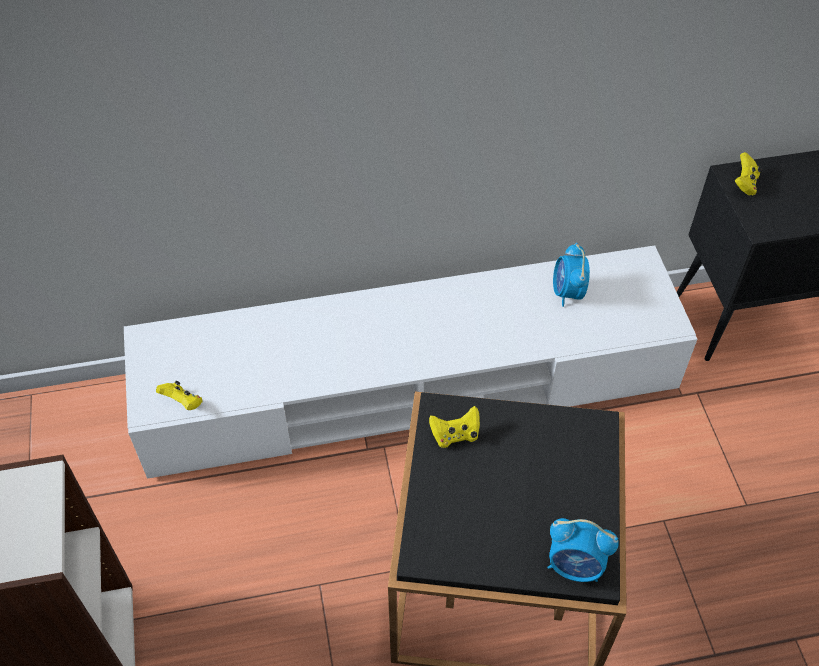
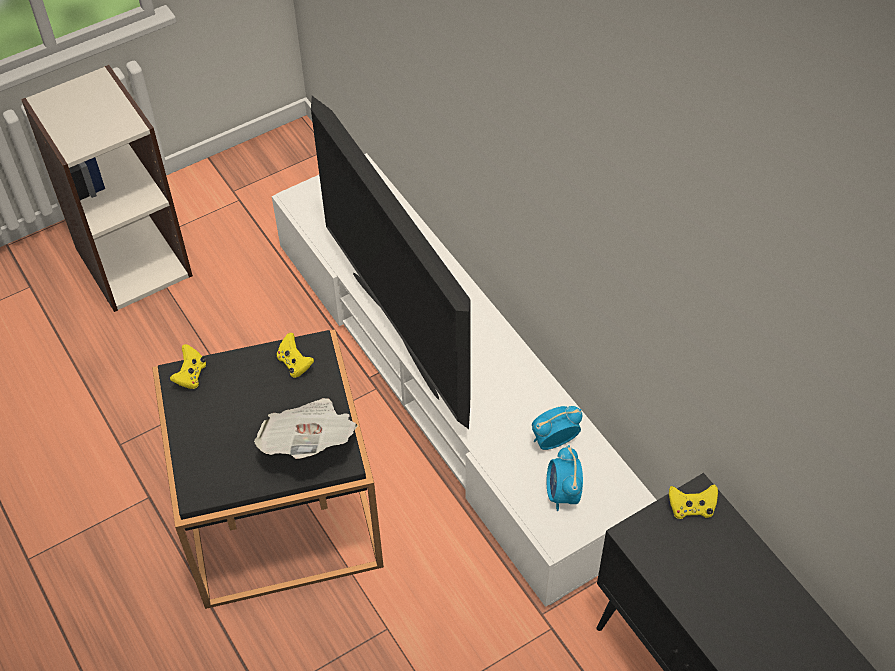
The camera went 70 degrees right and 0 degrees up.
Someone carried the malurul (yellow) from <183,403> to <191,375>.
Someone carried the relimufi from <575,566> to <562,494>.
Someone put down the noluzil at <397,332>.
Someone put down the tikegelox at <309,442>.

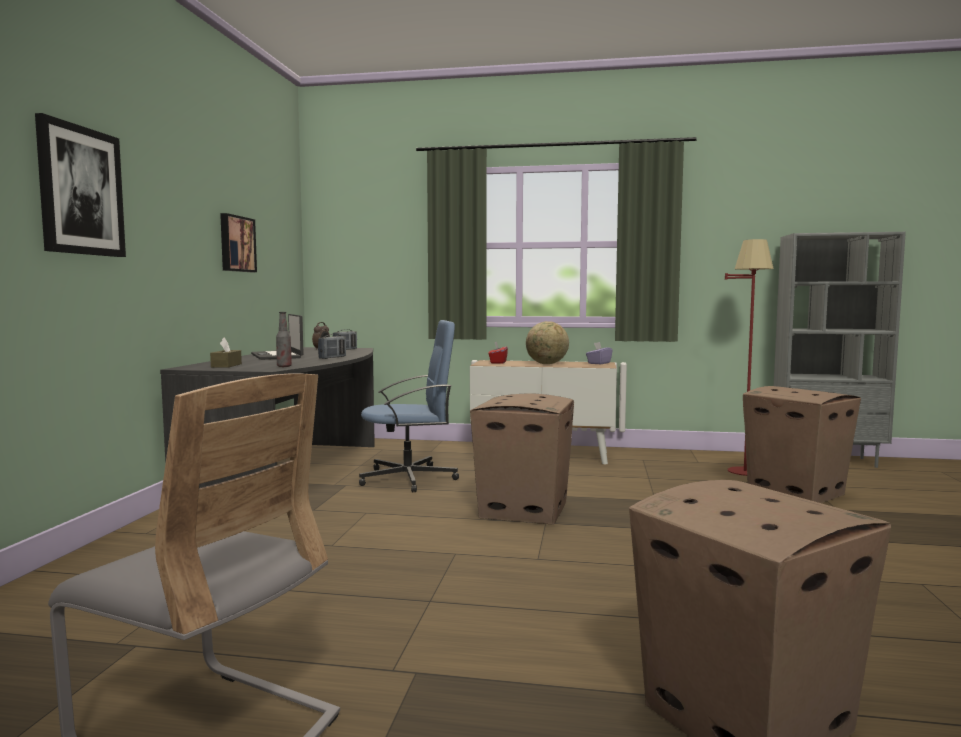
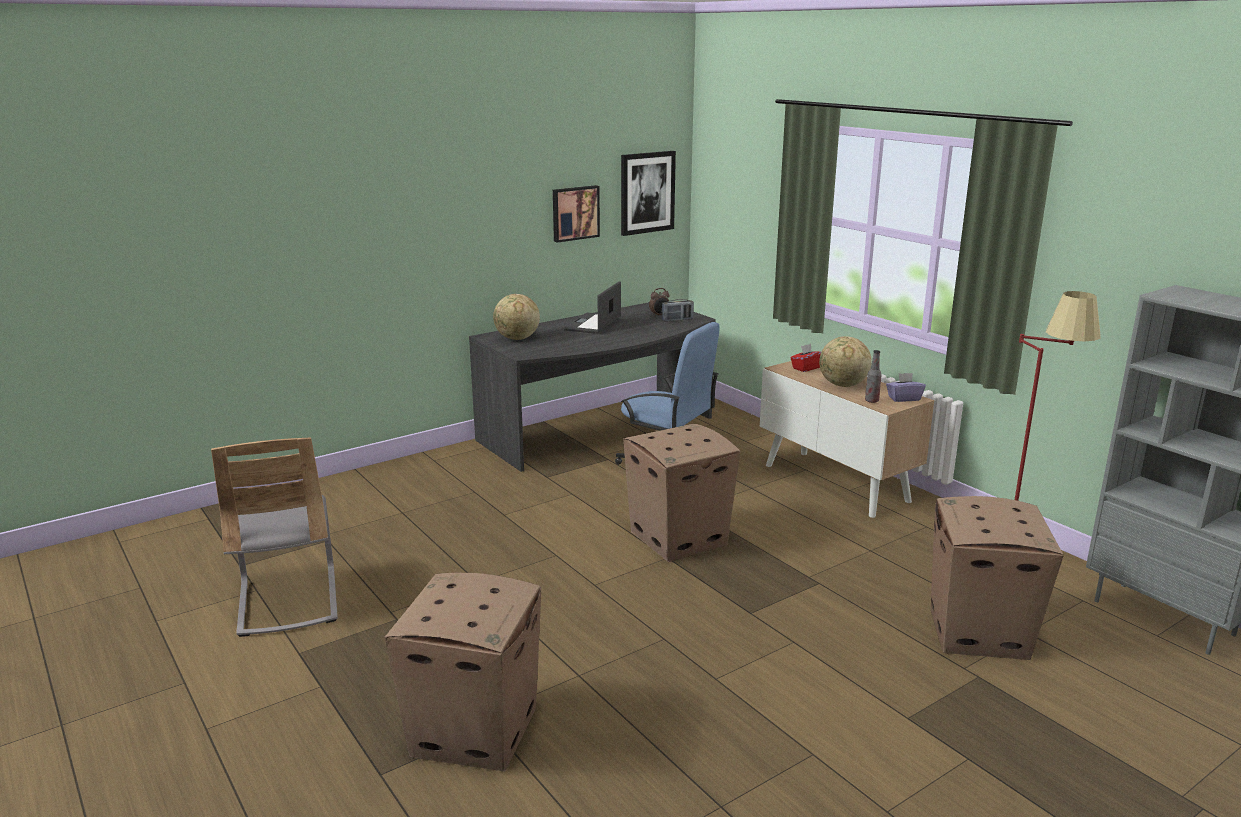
The camera went 45 degrees right and 15 degrees up.
Someone carried the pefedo from <80,191> to <647,192>.
Someone carried the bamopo from <284,366> to <871,401>.
Someone took away the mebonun at <332,357>.
Someone swapped the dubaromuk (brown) at <226,365> for the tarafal at <517,339>.

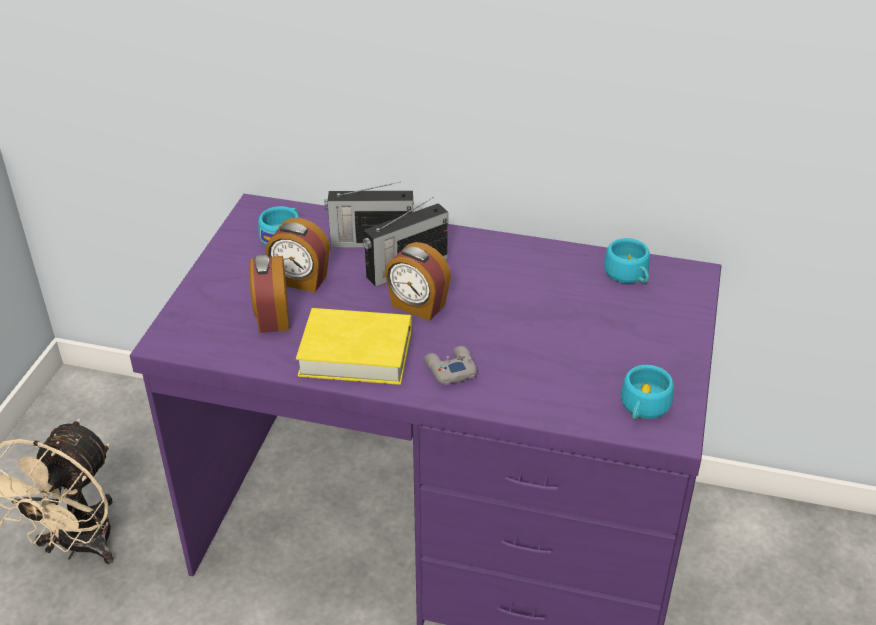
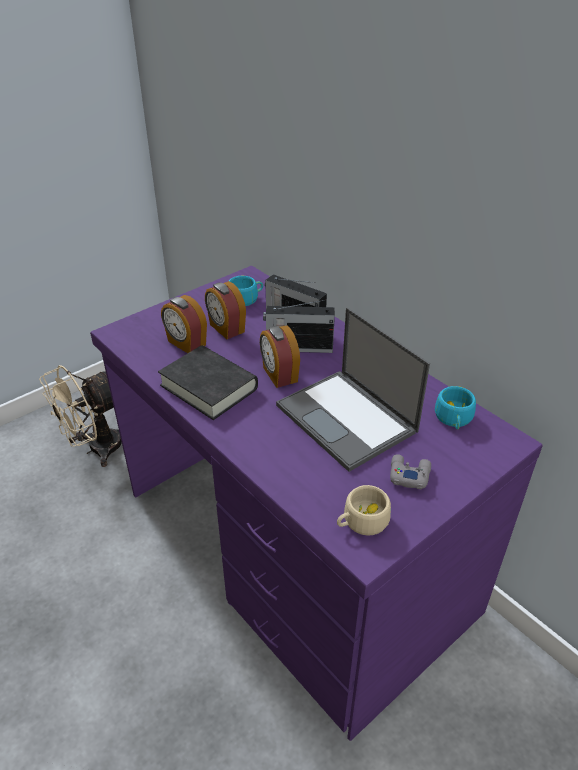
The camera went 35 degrees right and 0 degrees up.
Someone rotated the relimufi at <272,317> by 75 degrees counterclockwise.
Someone repainted the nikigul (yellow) at <356,353>, which became the nikigul (black) at <209,387>.
Someone carried the malurul (grey) from <450,370> to <409,474>.
Someone repainted the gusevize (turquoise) at <643,408>, which became the gusevize (beige) at <361,522>.
Someone put down the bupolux at <347,419>.

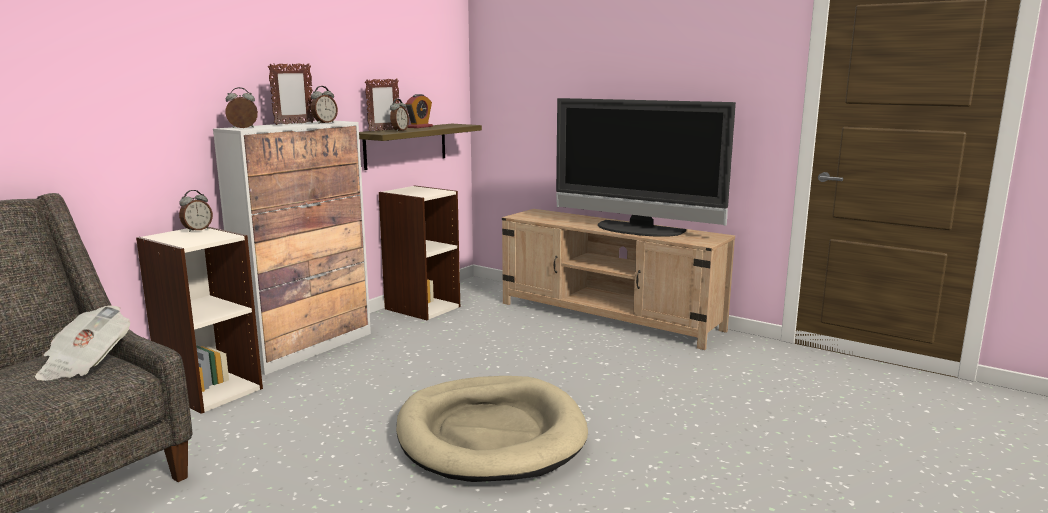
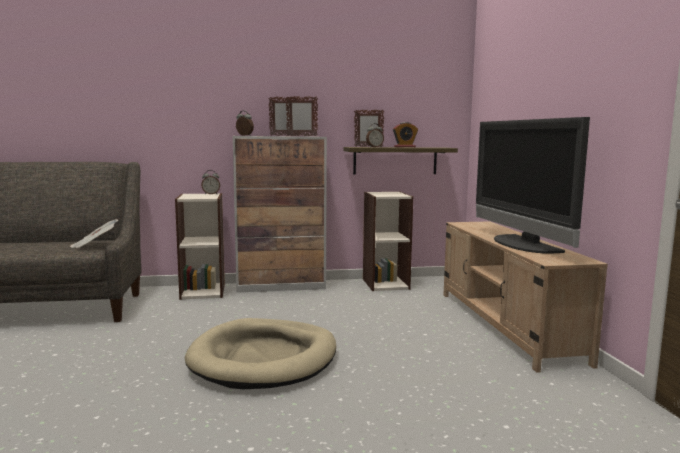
The camera went 45 degrees right and 5 degrees down.
Someone swapped the relimufi at <324,123> for the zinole at <301,136>.

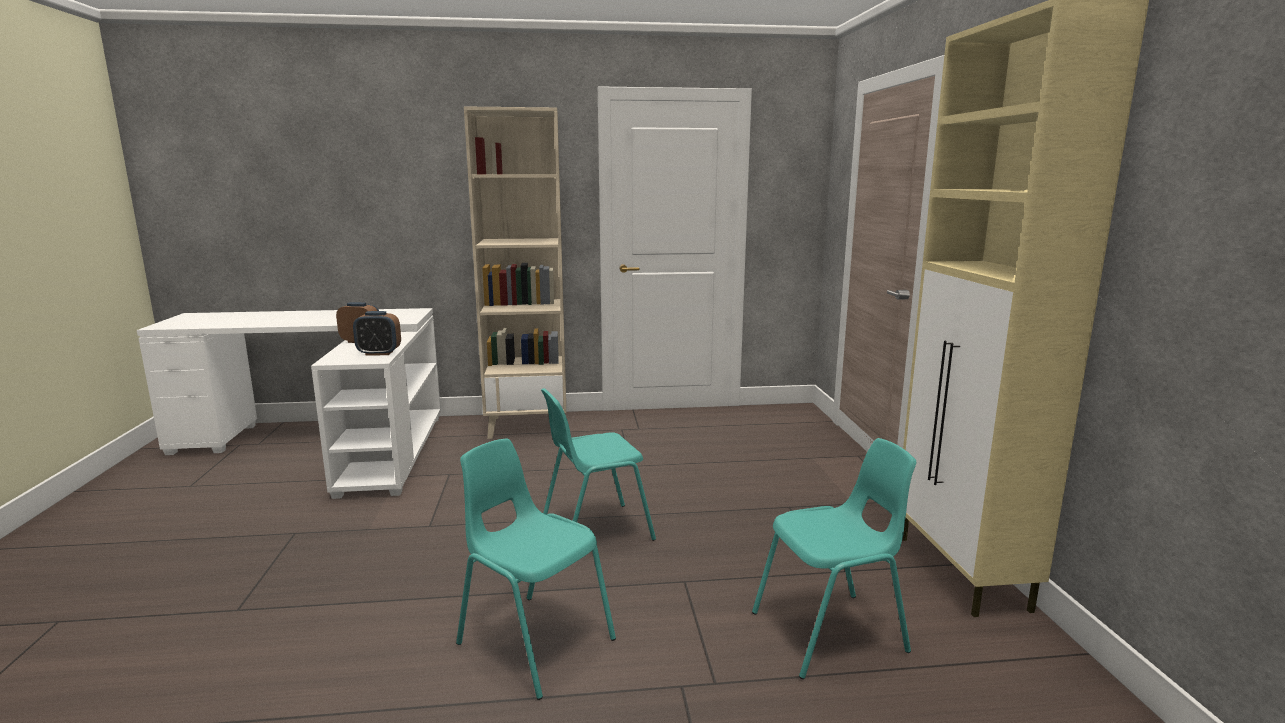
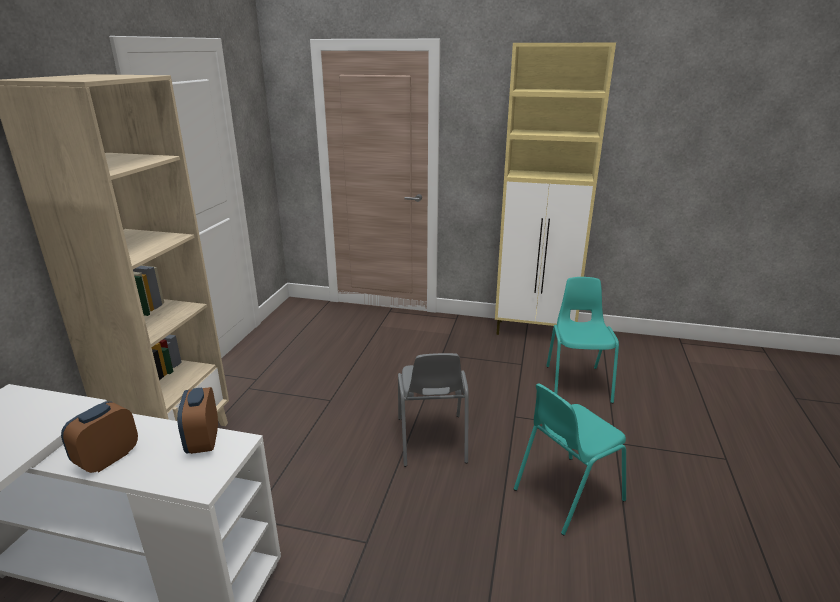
The camera went 70 degrees left and 10 degrees up.
Someone rotated the relimufi at <379,353> by 150 degrees clockwise.
Someone repainted the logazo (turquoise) at <595,531>, which became the logazo (grey) at <431,440>.

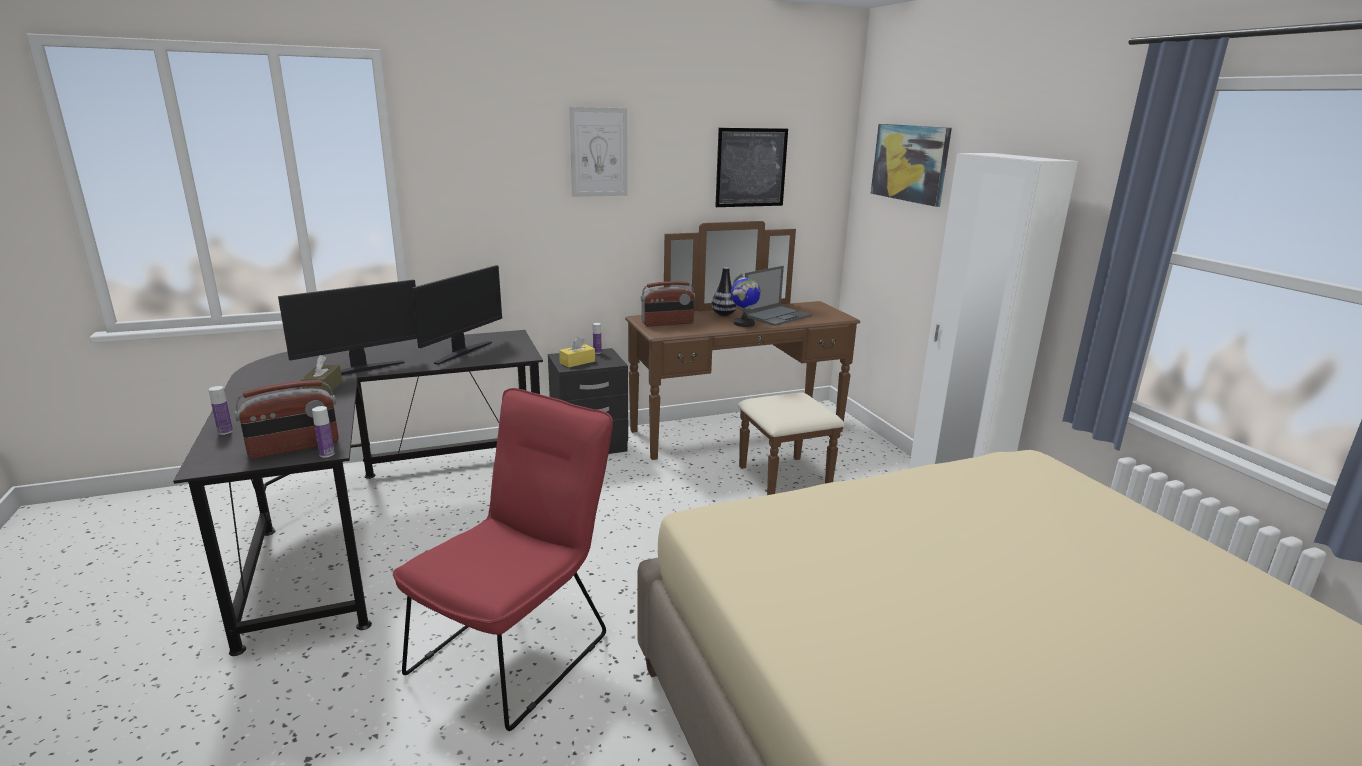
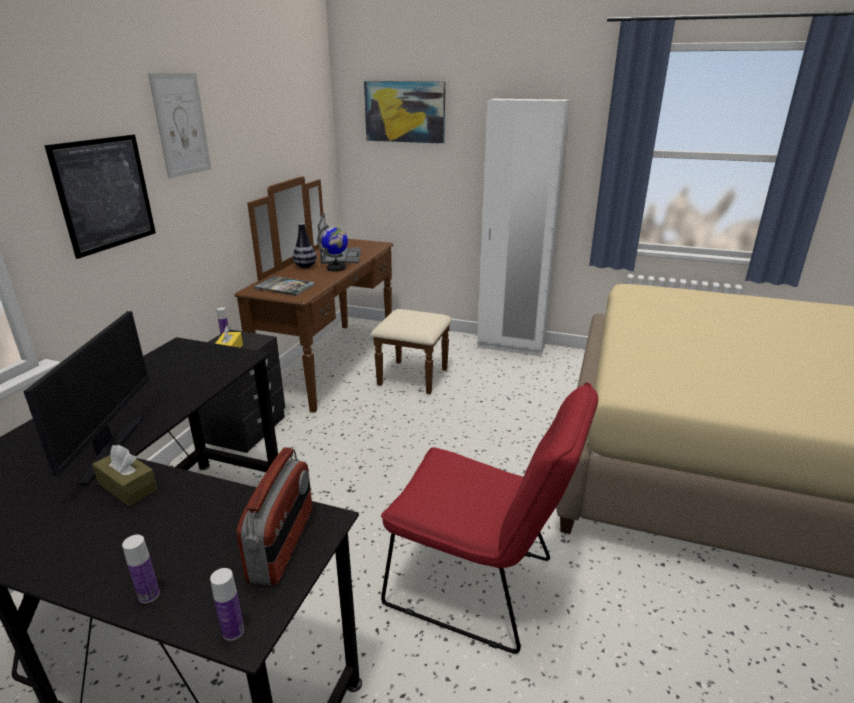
The camera went 50 degrees left and 5 degrees up.
Someone carried the pefedo from <751,167> to <105,194>.
Someone took away the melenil at <462,352>.
Someone swapped the mebonun at <667,323> for the nikigul at <284,287>.
Someone rotated the logazo (red) at <519,646> by 135 degrees clockwise.
Someone carried the bamopo from <327,454> to <233,631>.

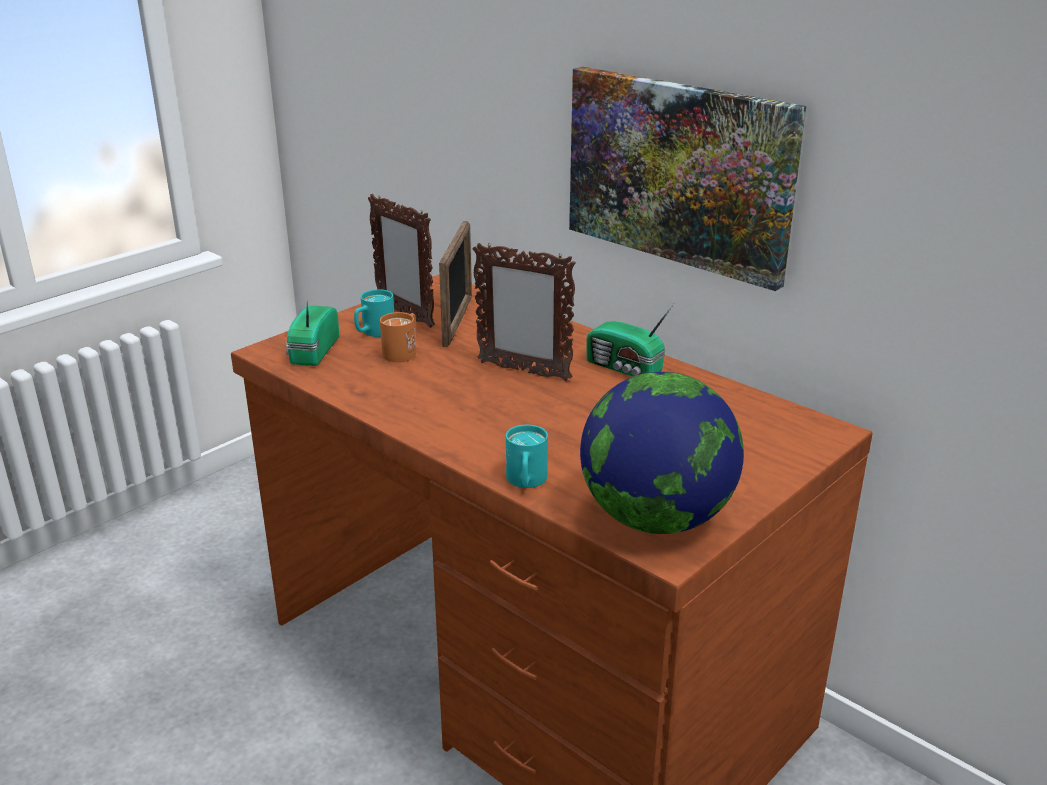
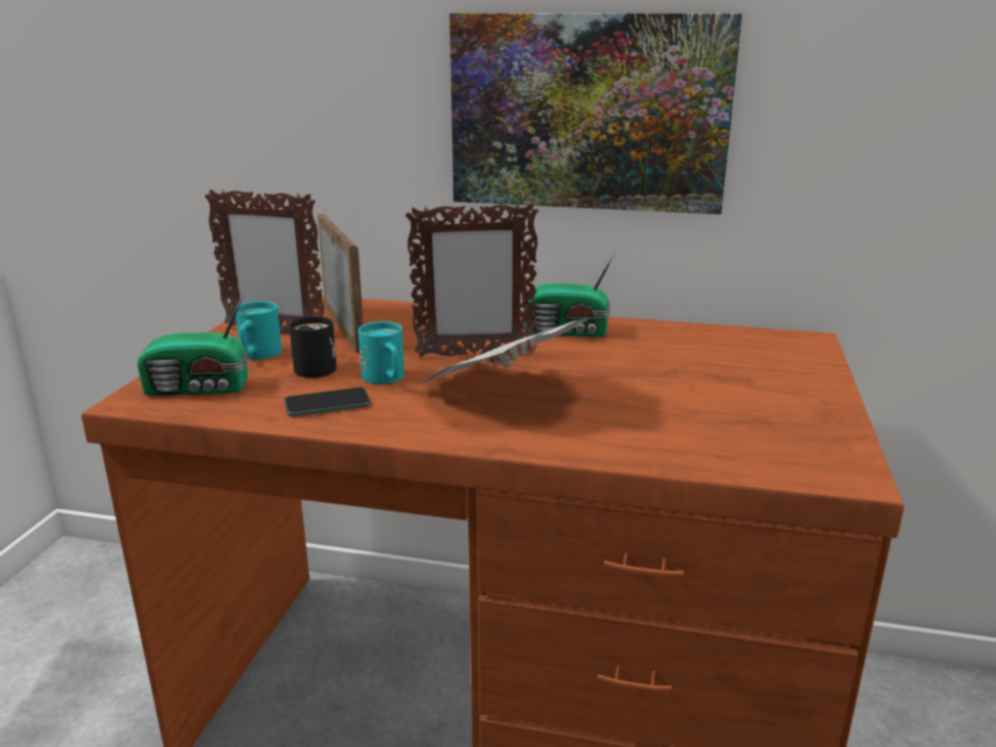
The camera went 30 degrees left and 5 degrees down.
Someone rotated the mebonun at <312,351> by 75 degrees counterclockwise.
Someone repainted the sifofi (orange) at <403,352>, which became the sifofi (black) at <316,365>.
Someone took away the tarafal at <656,519>.
Someone carried the sifofi (turquoise) from <526,482> to <386,379>.
Someone put down the tikegelox at <500,394>.
Someone put down the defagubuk at <327,404>.

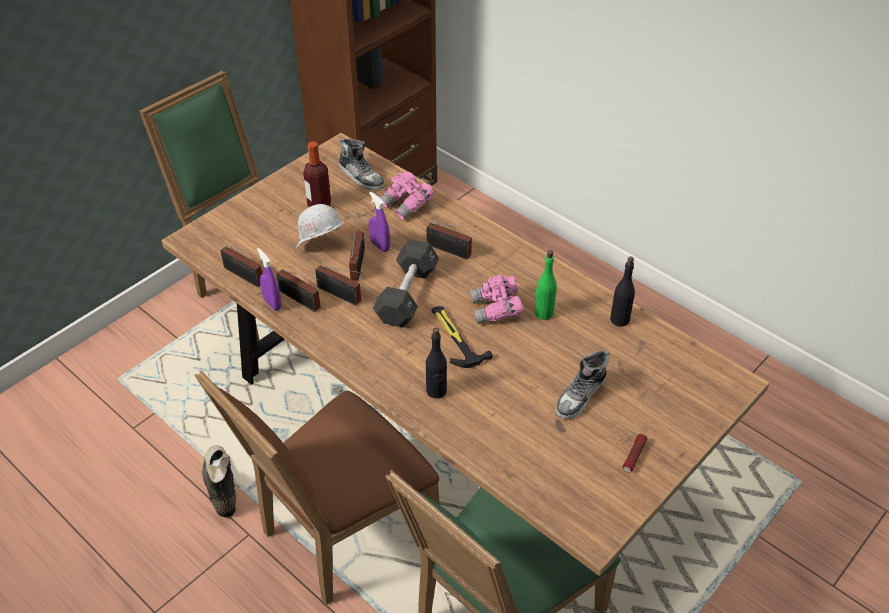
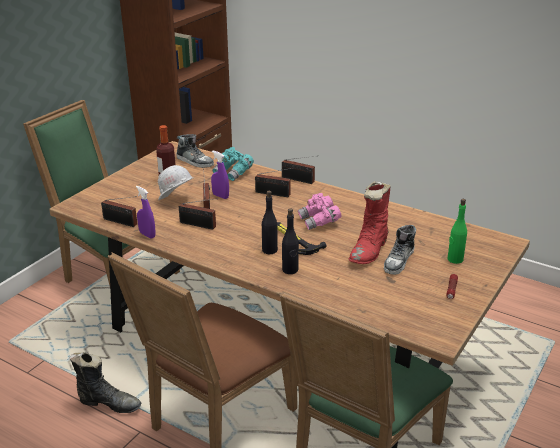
The camera went 10 degrees left and 15 degrees down.
Someone repainted the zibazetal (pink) at <407,205>, which became the zibazetal (turquoise) at <233,173>.
Someone took away the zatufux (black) at <407,295>.
Someone carried the bamopo (green) from <543,313> to <455,259>.
Someone carried the bamopo (black) from <619,319> to <269,250>.
Someone carried the mebonun from <301,301> to <299,180>.
Someone rotated the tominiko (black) at <220,488> by 135 degrees clockwise.
Someone put down the tominiko (red) at <370,250>.

